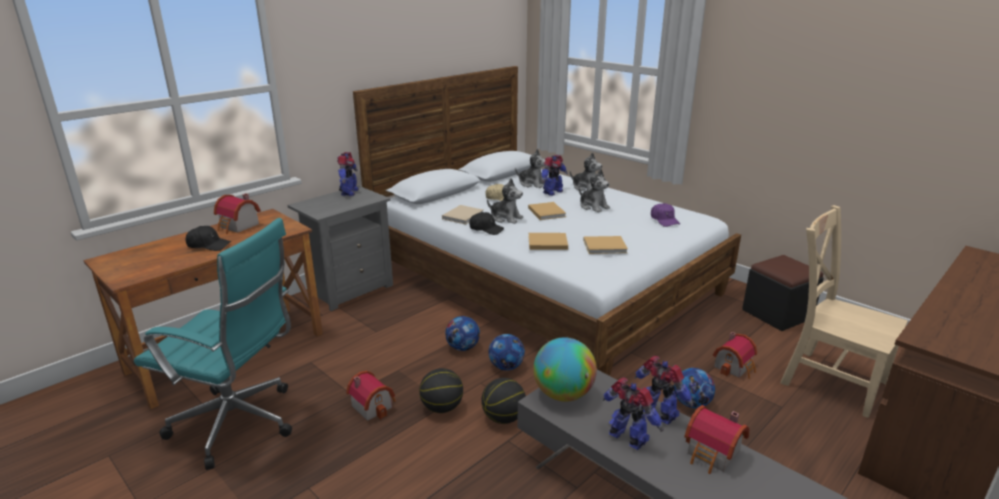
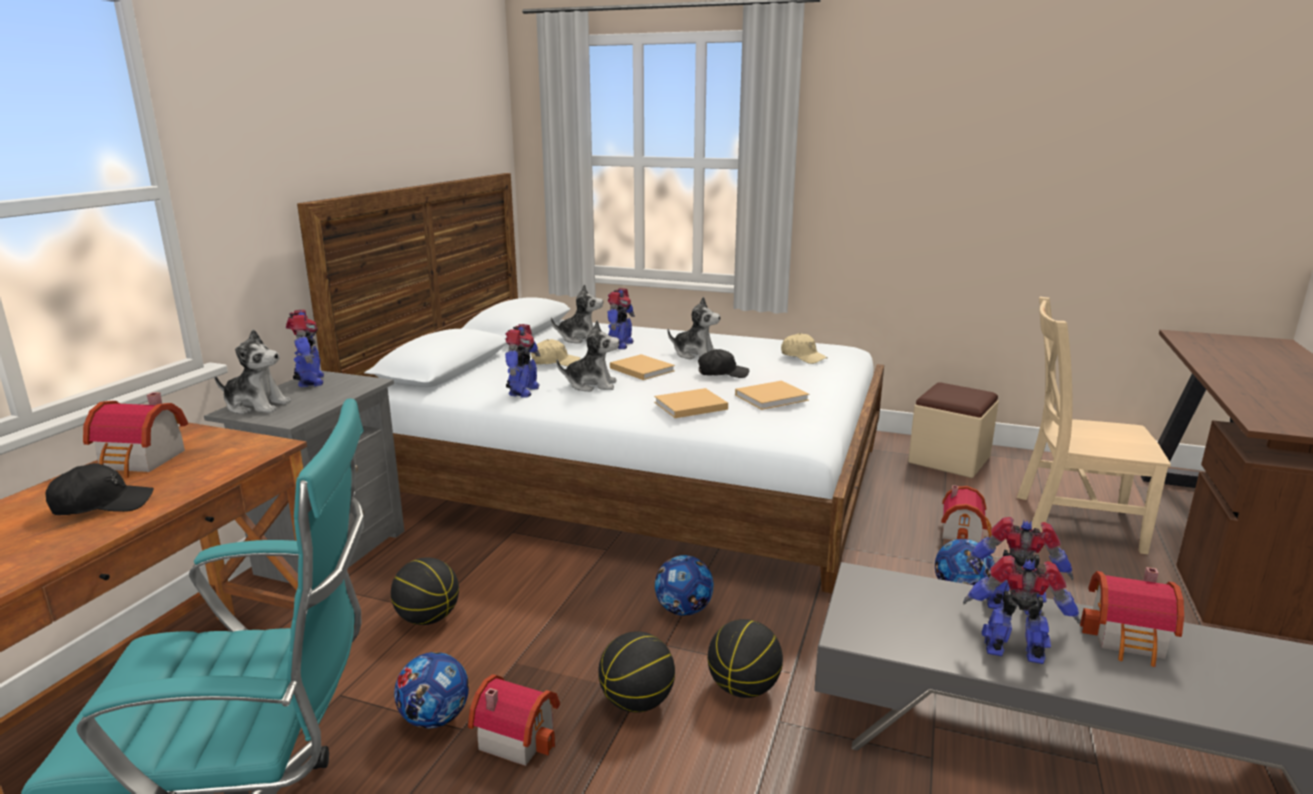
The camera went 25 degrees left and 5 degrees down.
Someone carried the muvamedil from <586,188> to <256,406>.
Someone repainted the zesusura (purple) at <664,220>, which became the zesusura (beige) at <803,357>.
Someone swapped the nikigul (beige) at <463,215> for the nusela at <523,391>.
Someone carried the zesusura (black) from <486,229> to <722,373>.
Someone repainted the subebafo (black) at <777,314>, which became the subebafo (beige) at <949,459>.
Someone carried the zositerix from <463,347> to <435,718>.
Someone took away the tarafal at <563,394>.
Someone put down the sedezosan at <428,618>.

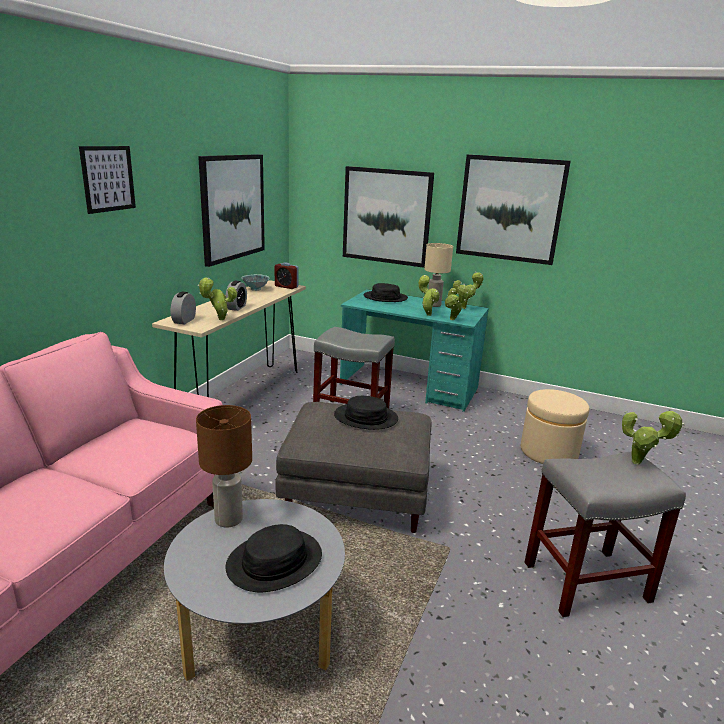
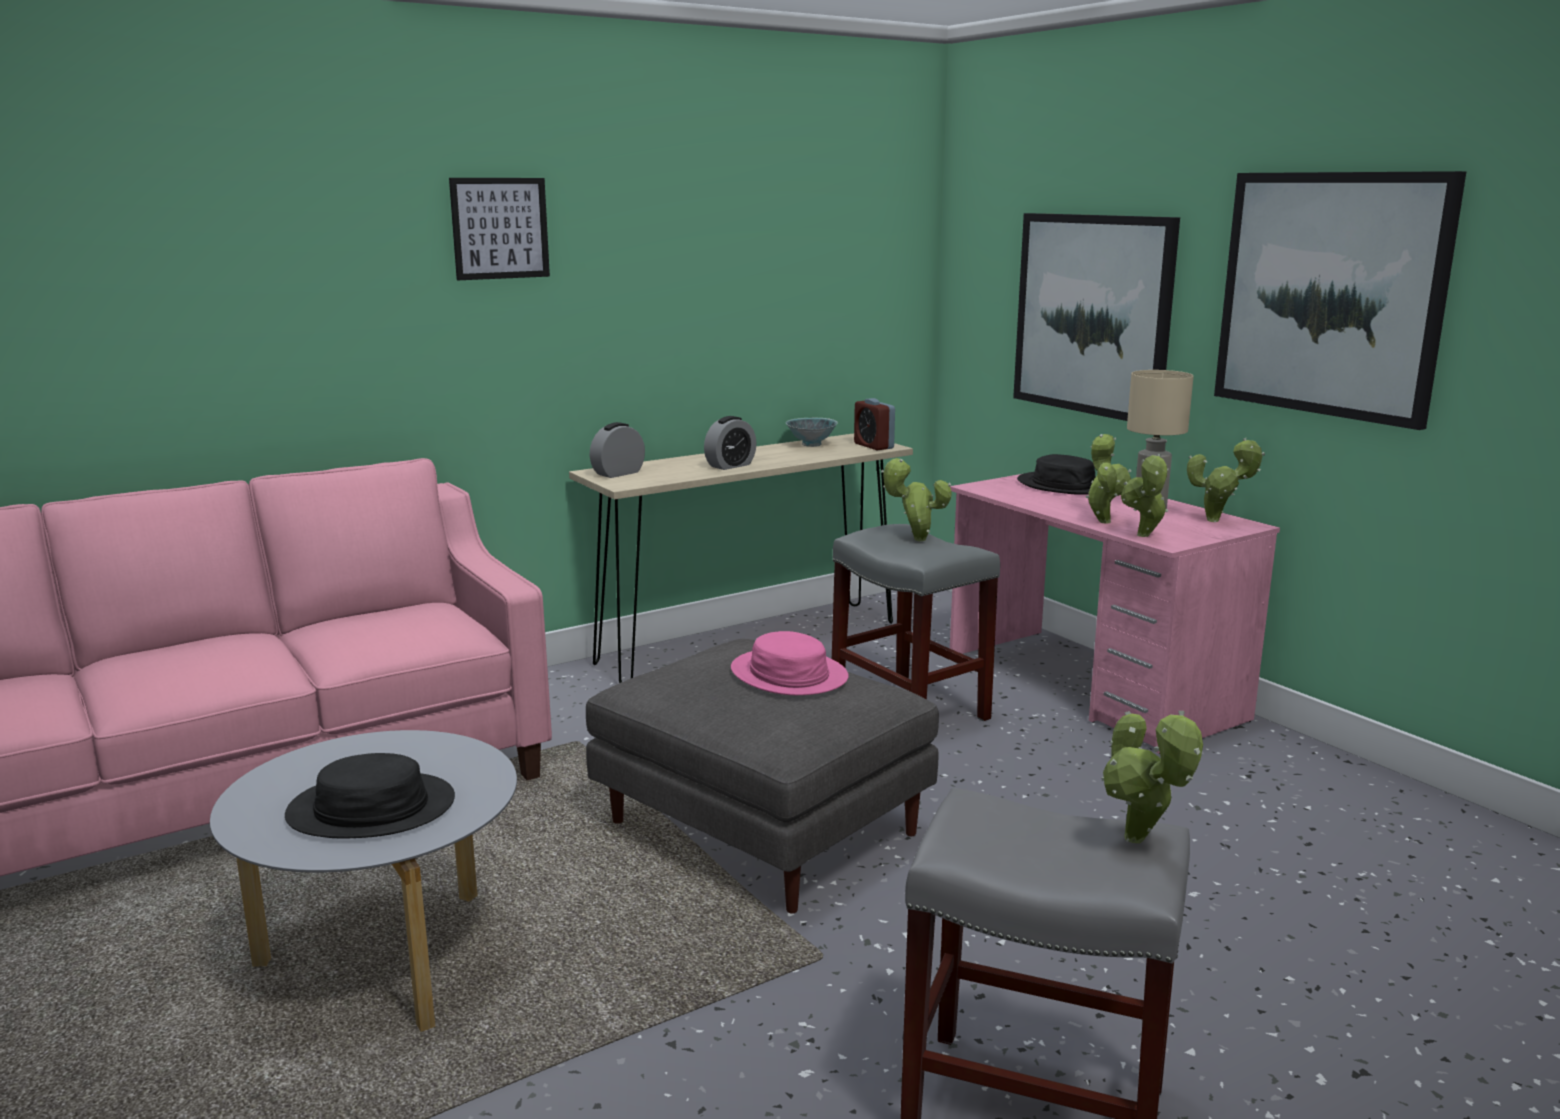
The camera went 35 degrees right and 5 degrees down.
Someone took away the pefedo at <232,207>.
Someone carried the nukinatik from <219,319> to <915,539>.
Someone repainted the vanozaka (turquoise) at <409,386>, which became the vanozaka (pink) at <1091,687>.
Someone took away the subebafo (beige) at <548,452>.
Someone repainted the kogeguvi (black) at <365,418>, which became the kogeguvi (pink) at <788,675>.
Someone took away the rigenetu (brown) at <229,520>.

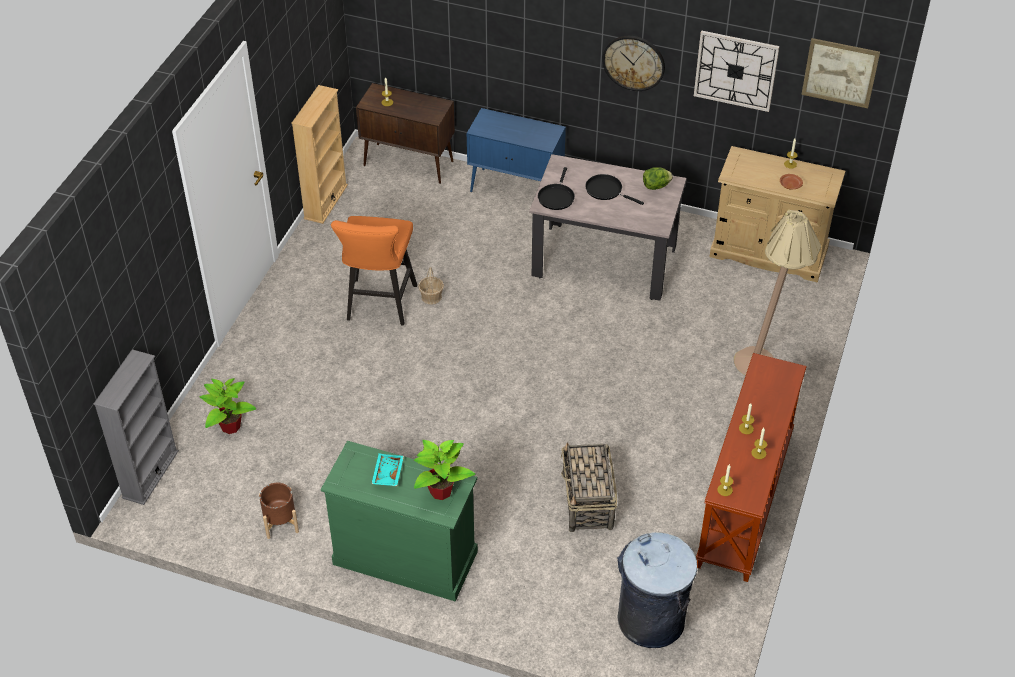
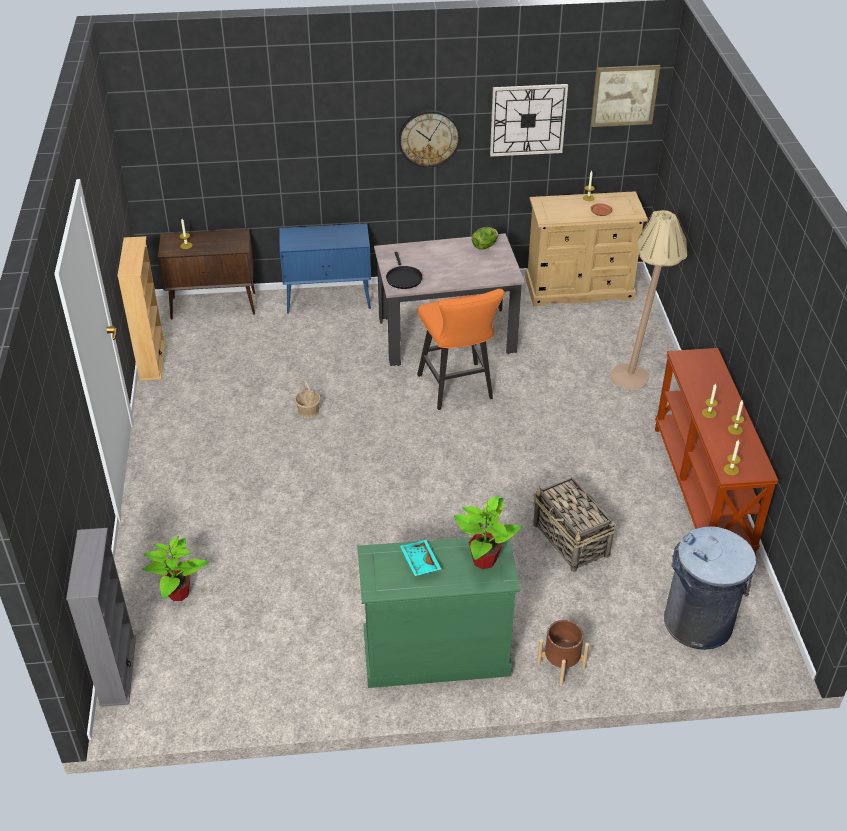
The camera went 25 degrees left and 5 degrees down.
Someone took away the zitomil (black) at <606,190>.
Someone carried the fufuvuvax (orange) from <379,306> to <458,390>.
Someone carried the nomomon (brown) from <281,523> to <561,665>.

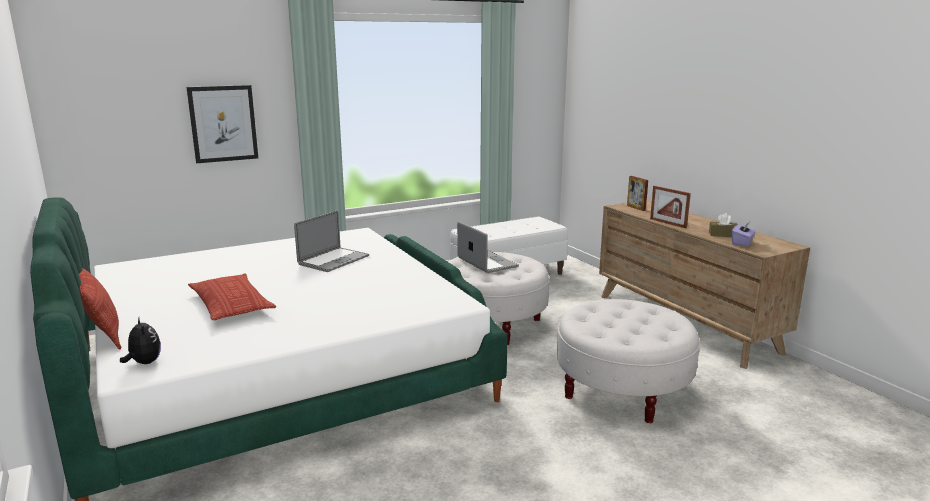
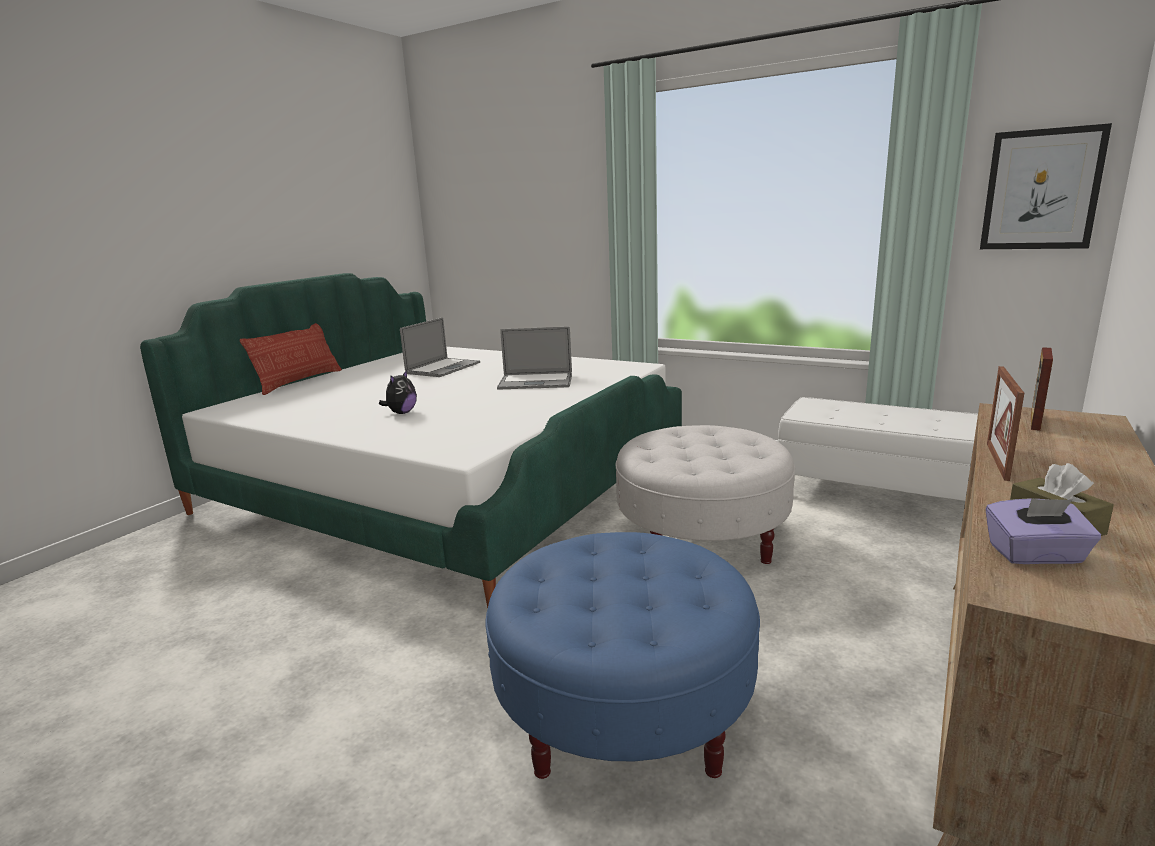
The camera went 60 degrees right and 0 degrees up.
Someone carried the pefedo from <223,123> to <1041,190>.
Someone carried the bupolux from <487,262> to <443,368>.
Someone took away the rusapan at <231,304>.
Someone repainted the subebafo (white) at <622,390>, which became the subebafo (blue) at <623,711>.
Someone carried the muvamedil from <144,363> to <401,413>.

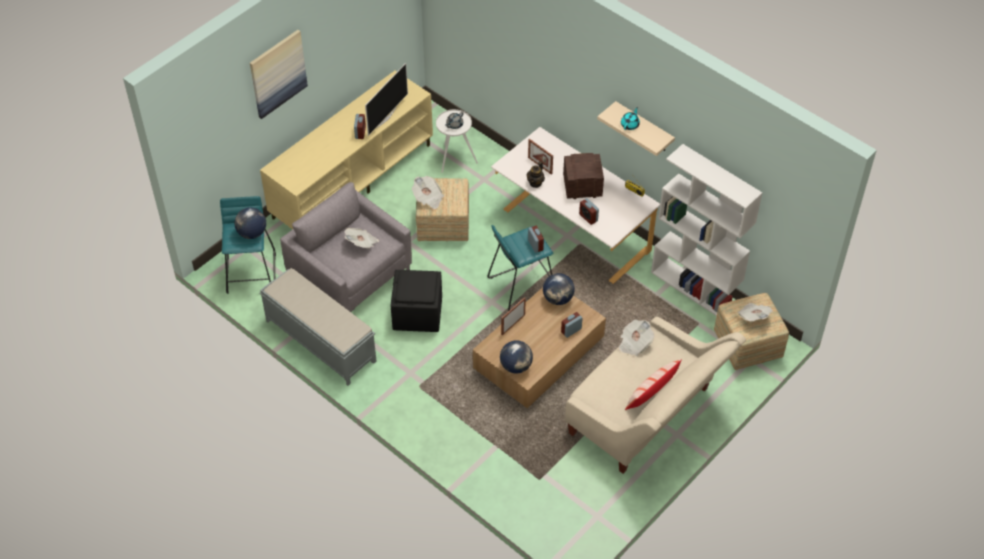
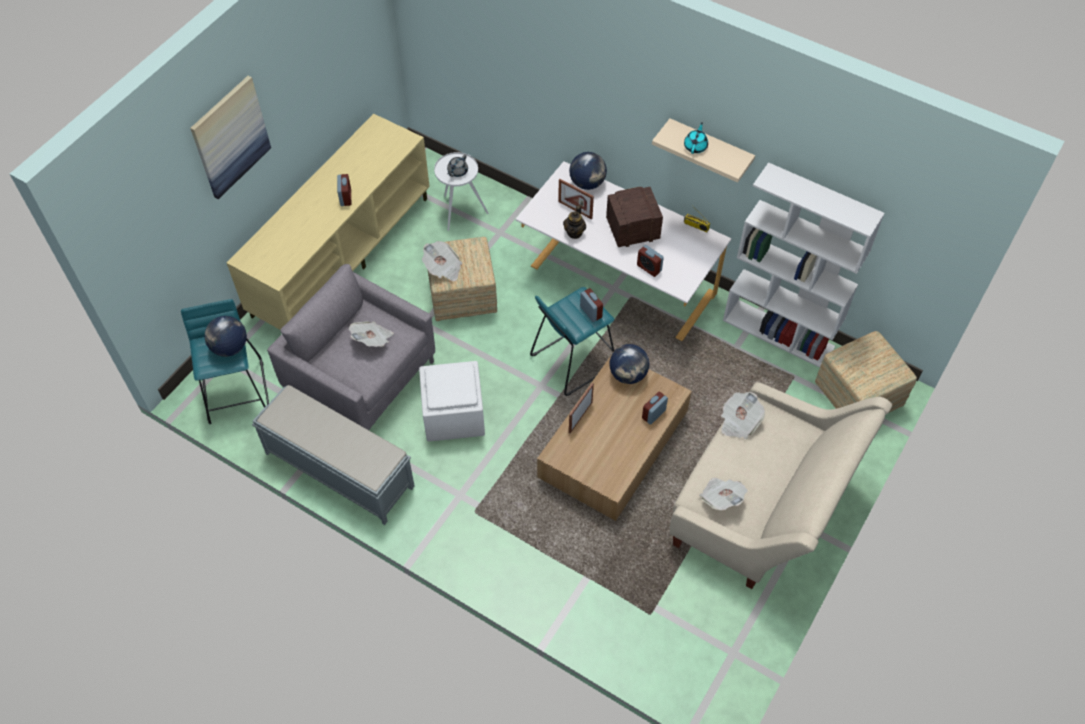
The camera went 10 degrees left and 5 degrees up.
Someone took away the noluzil at <385,117>.
Someone repainted the subebafo (black) at <418,314>, which became the subebafo (white) at <454,416>.
Someone carried the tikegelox from <753,317> to <721,498>.
Someone carried the tarafal from <516,366> to <587,183>.
Someone took away the rusapan at <651,393>.

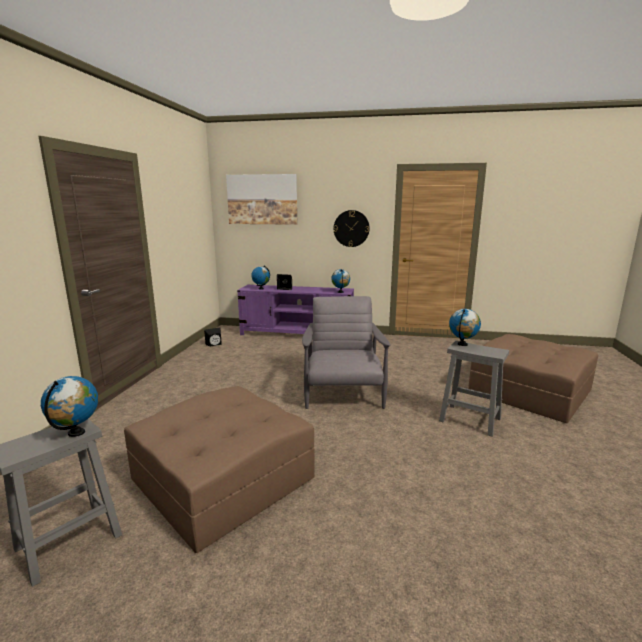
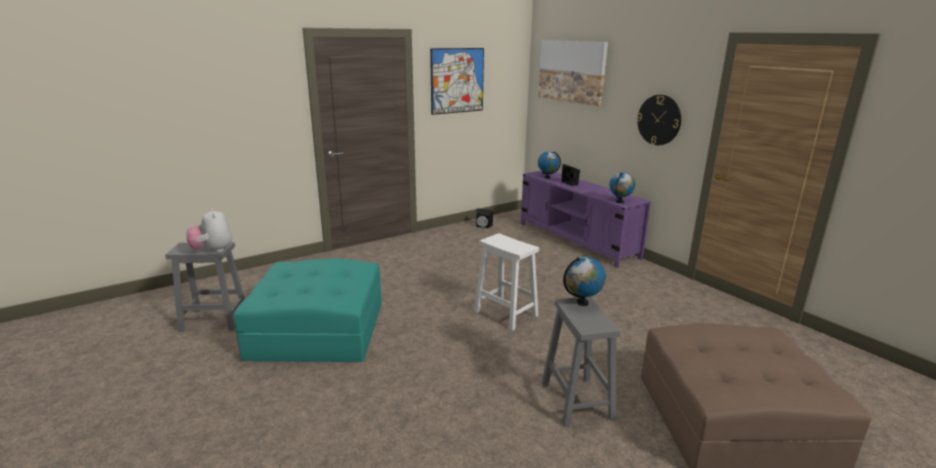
The camera went 45 degrees right and 5 degrees up.
Someone swapped the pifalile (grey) at <343,393> for the fufuvuvax (white) at <506,314>.
Someone swapped the tarafal at <76,433> for the muvamedil at <213,250>.
Someone repainted the subebafo (brown) at <222,477>, which became the subebafo (turquoise) at <318,329>.
Someone put up the pefedo at <457,80>.

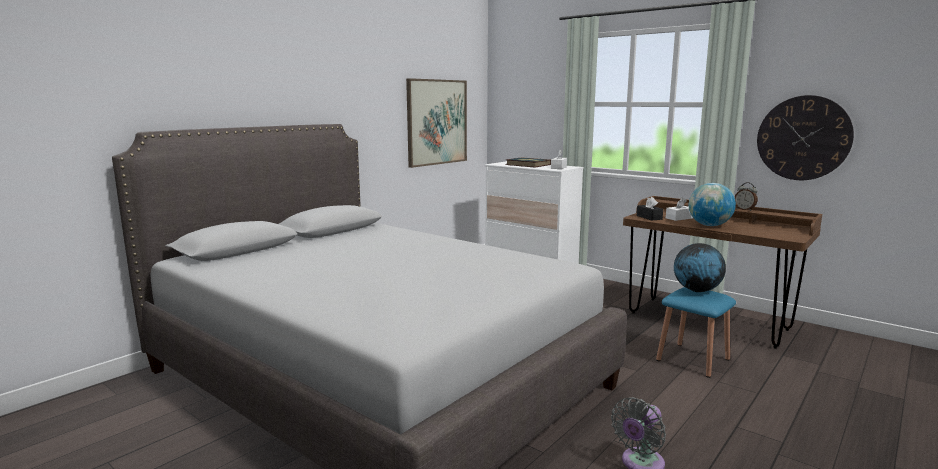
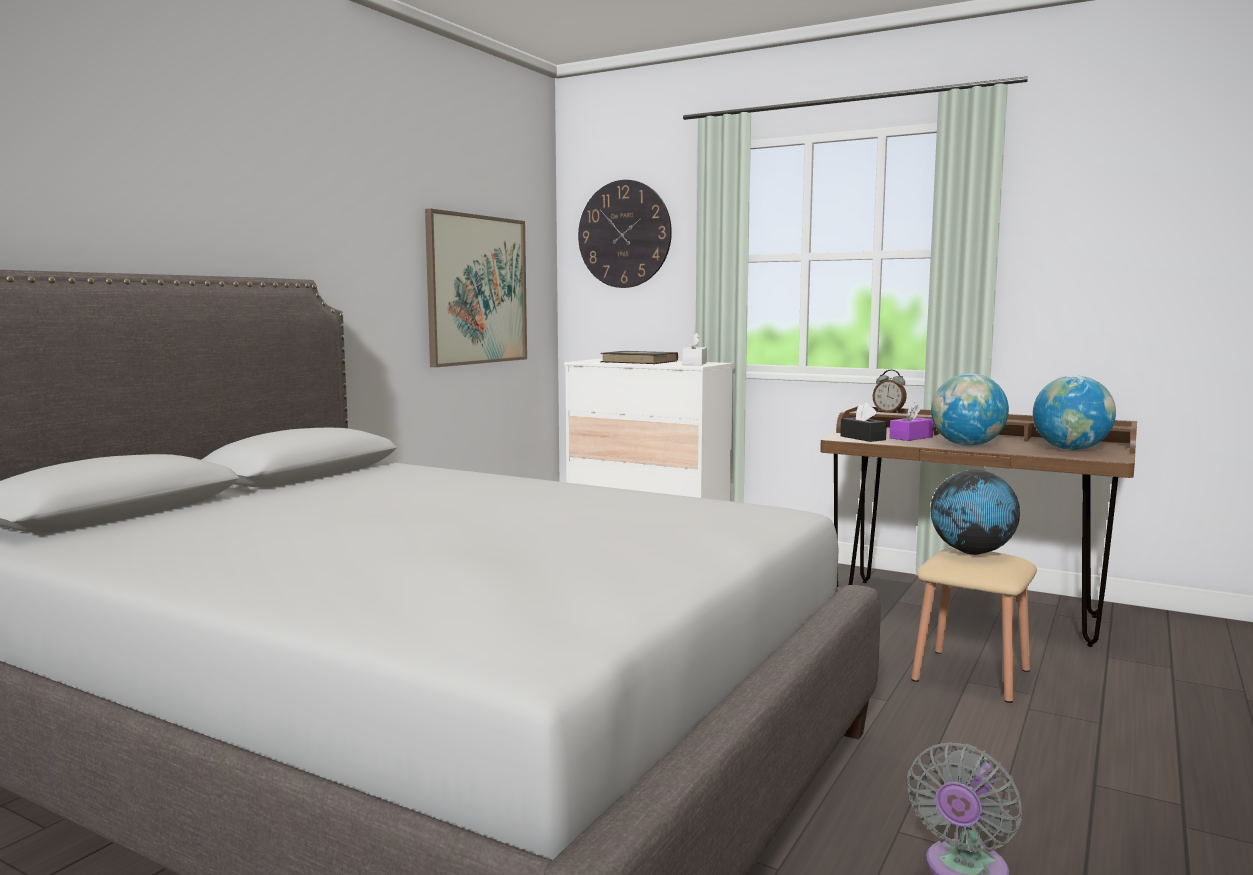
The camera went 10 degrees left and 5 degrees down.
Someone carried the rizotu from <803,138> to <624,234>.
Someone carried the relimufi from <744,209> to <889,412>.
Someone repainted the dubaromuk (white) at <679,218>, which became the dubaromuk (purple) at <911,437>.
Someone repainted the fufuvuvax (blue) at <693,359>, which became the fufuvuvax (beige) at <971,675>.
Someone put down the tarafal at <1071,449>.

